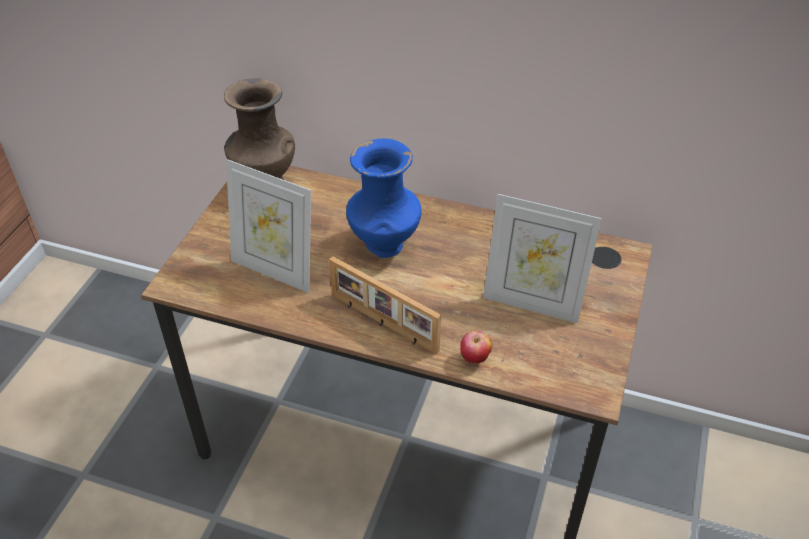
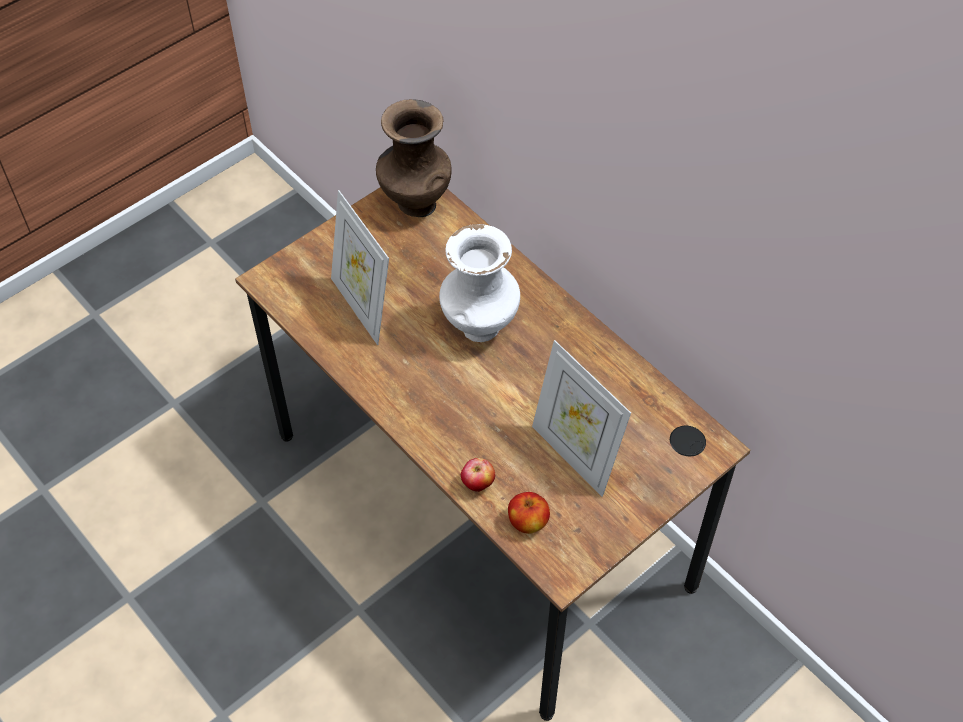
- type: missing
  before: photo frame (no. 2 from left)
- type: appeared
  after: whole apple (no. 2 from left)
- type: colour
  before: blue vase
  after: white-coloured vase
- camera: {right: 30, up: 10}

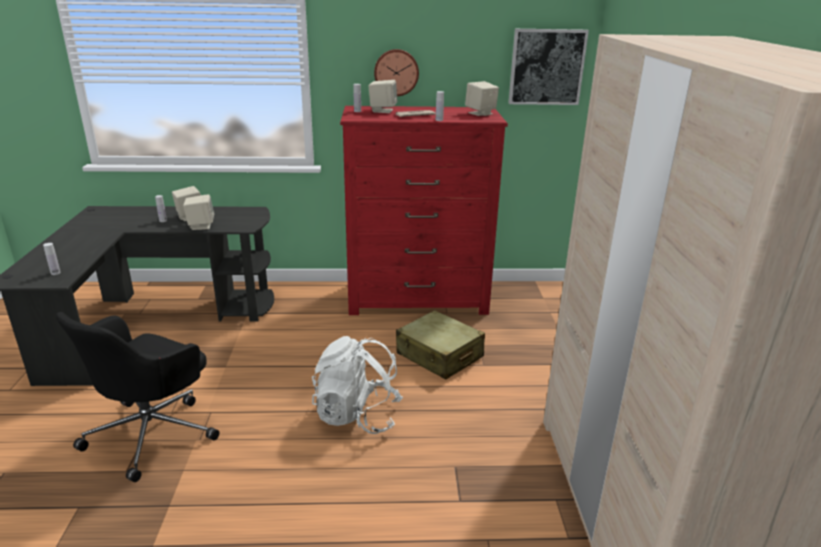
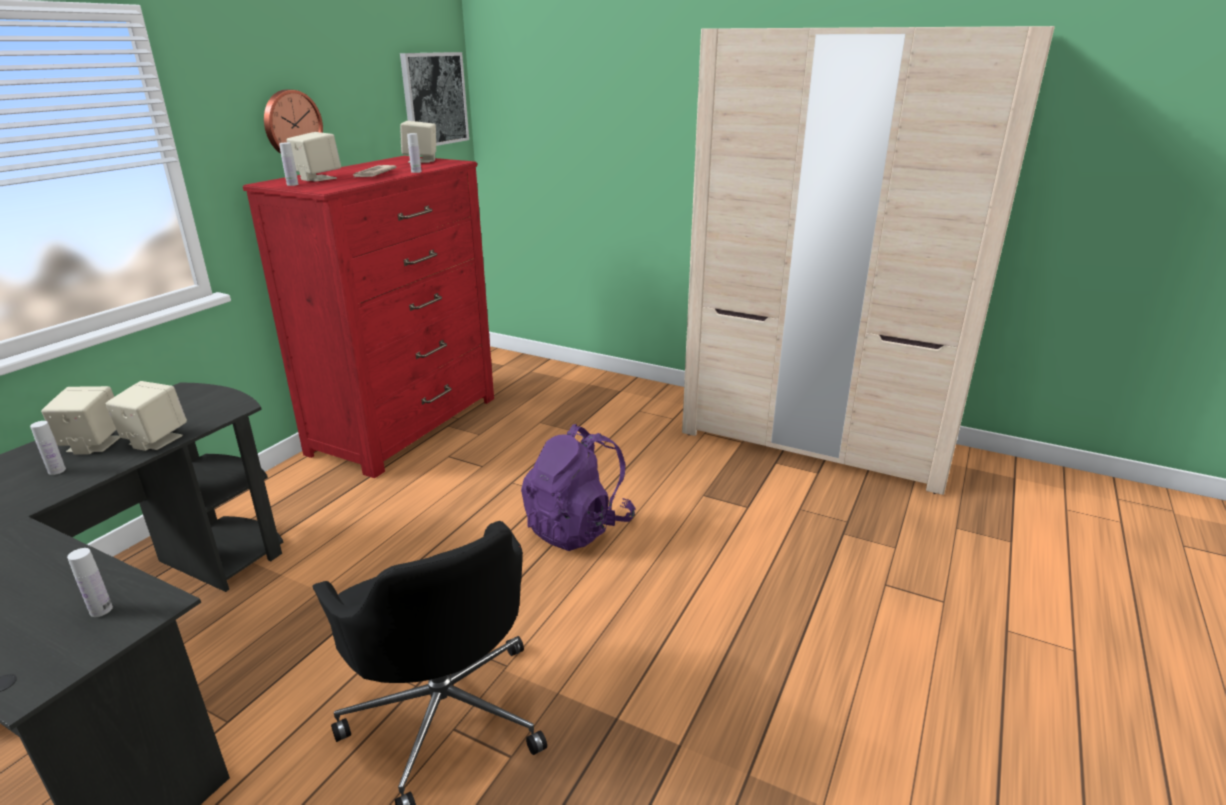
- type: missing
  before: sand-coloured piece of luggage
- type: colour
  before: white-coloured knapsack
  after: purplish knapsack
- camera: {right: -60, up: 0}

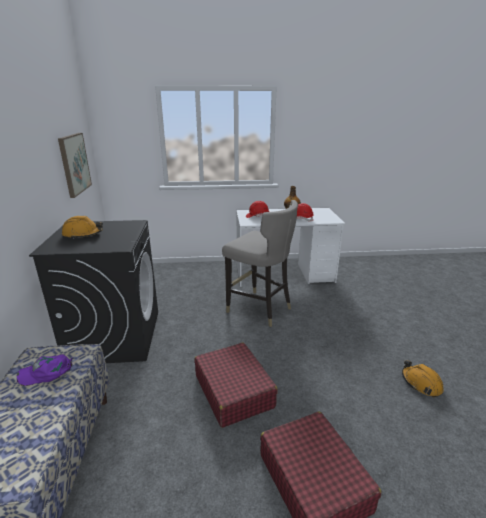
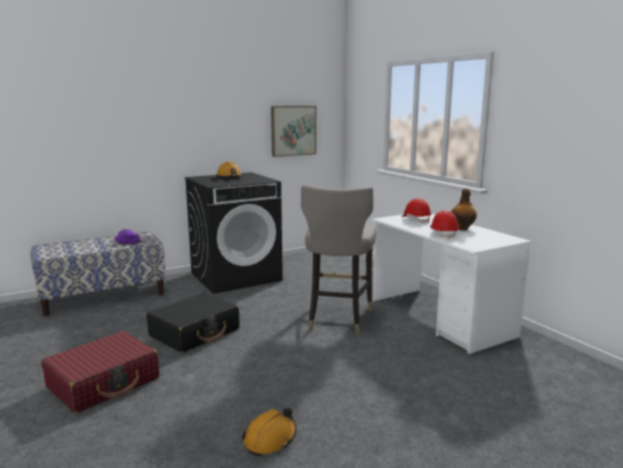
- type: colour
  before: red-coloured piece of luggage (no. 1 from left)
  after: black piece of luggage
- camera: {right: 65, up: -10}

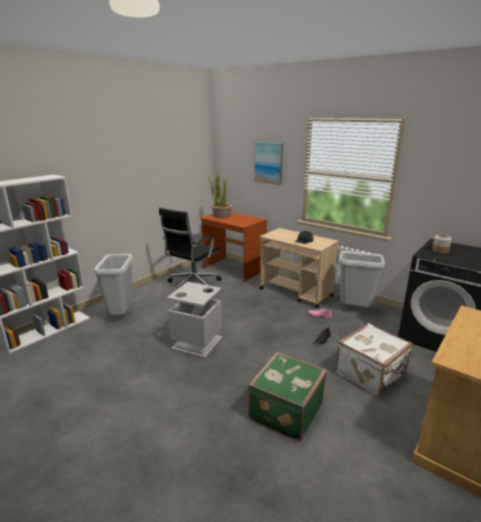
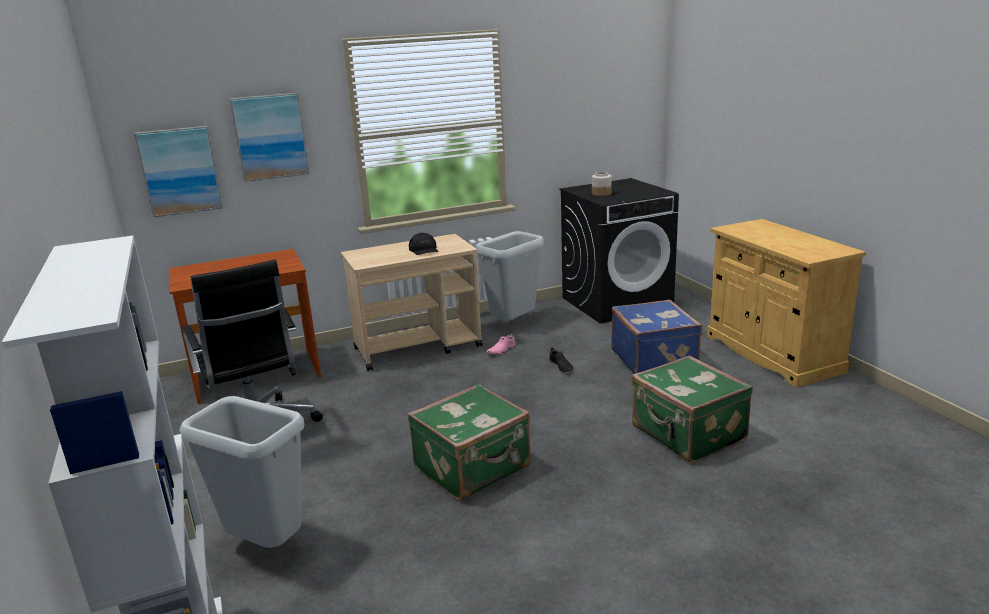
- type: missing
  before: plant in a pot
- type: appeared
  after: wall art (no. 1 from left)
- type: exchanged
  before: greyish waste bin (no. 2 from left)
  after: green piece of luggage (no. 1 from left)
- type: colour
  before: white-coloured piece of luggage
  after: blue piece of luggage
- camera: {right: -60, up: 0}

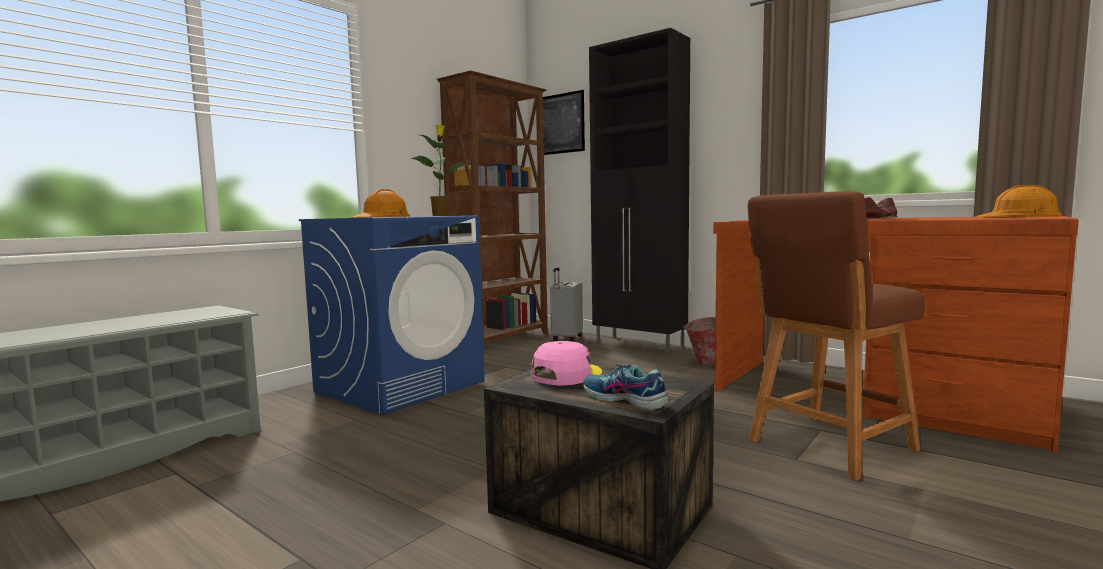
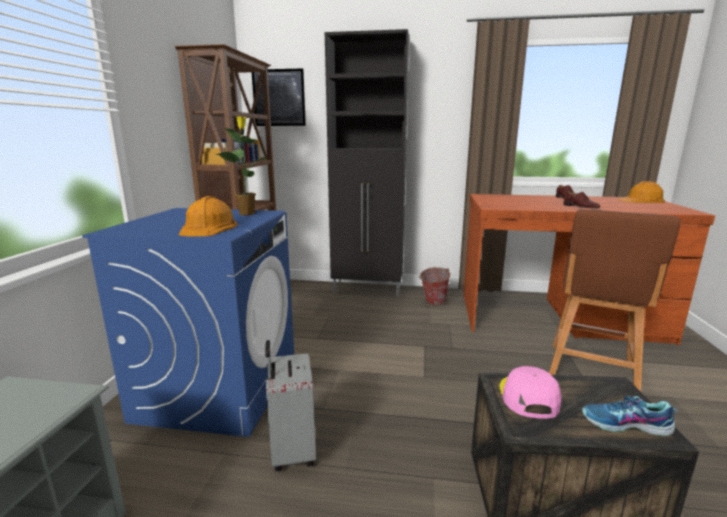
- type: relocated
  before: greyish piece of luggage
- camera: {right: -30, up: 10}

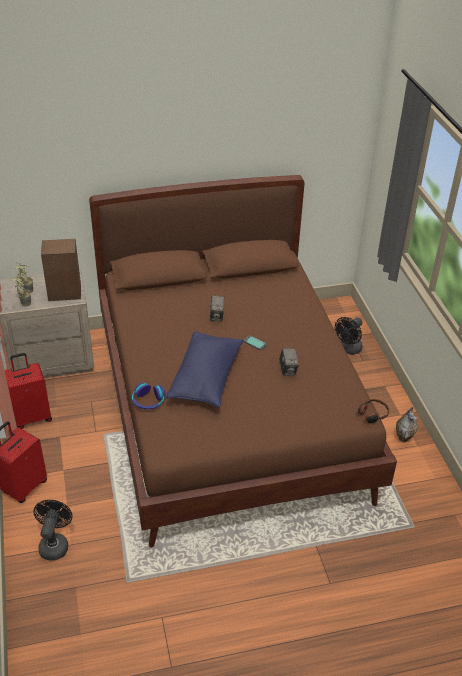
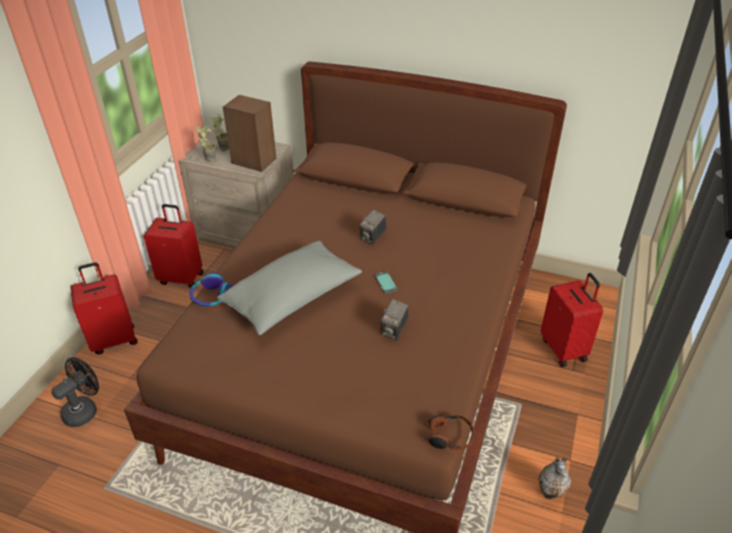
- type: exchanged
  before: black cooling fan (no. 2 from left)
  after: red-coloured piece of luggage (no. 3 from left)
- type: colour
  before: blue cushion
  after: greyish cushion
- camera: {right: 35, up: 0}

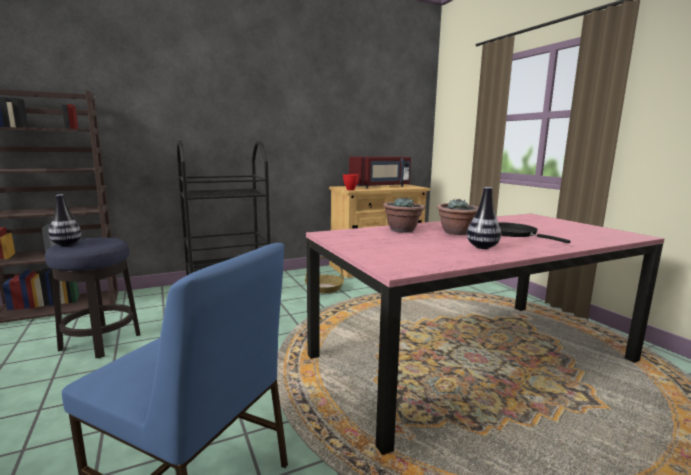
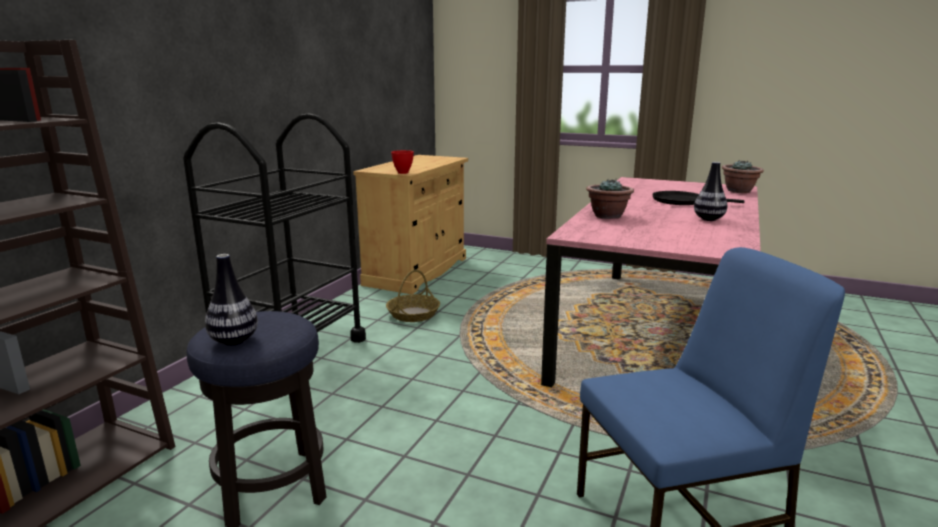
- type: missing
  before: red-coloured kitchen microwave
- type: relocated
  before: plant in a pot (no. 2 from left)
- camera: {right: -40, up: 5}

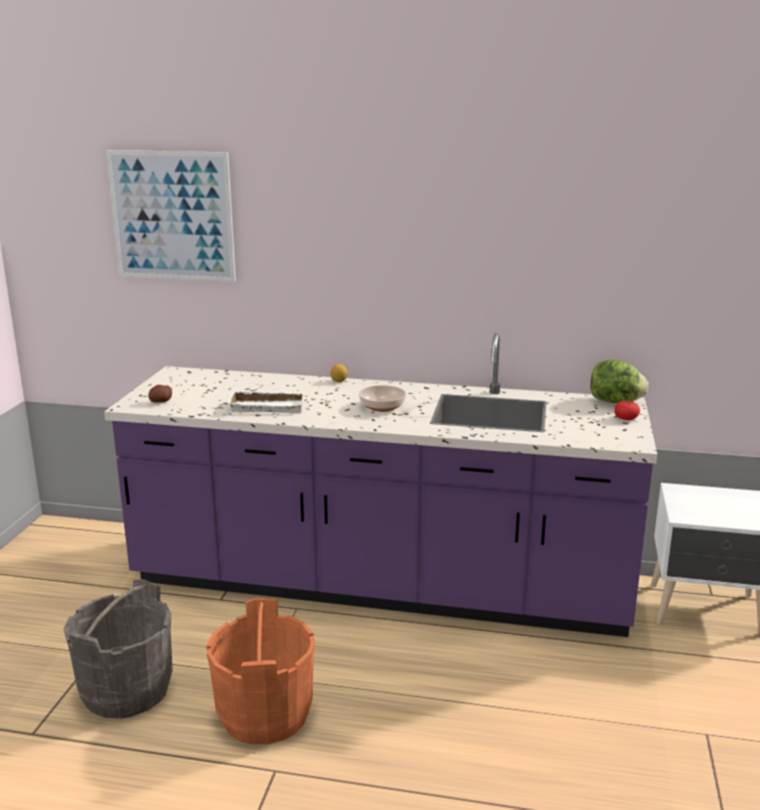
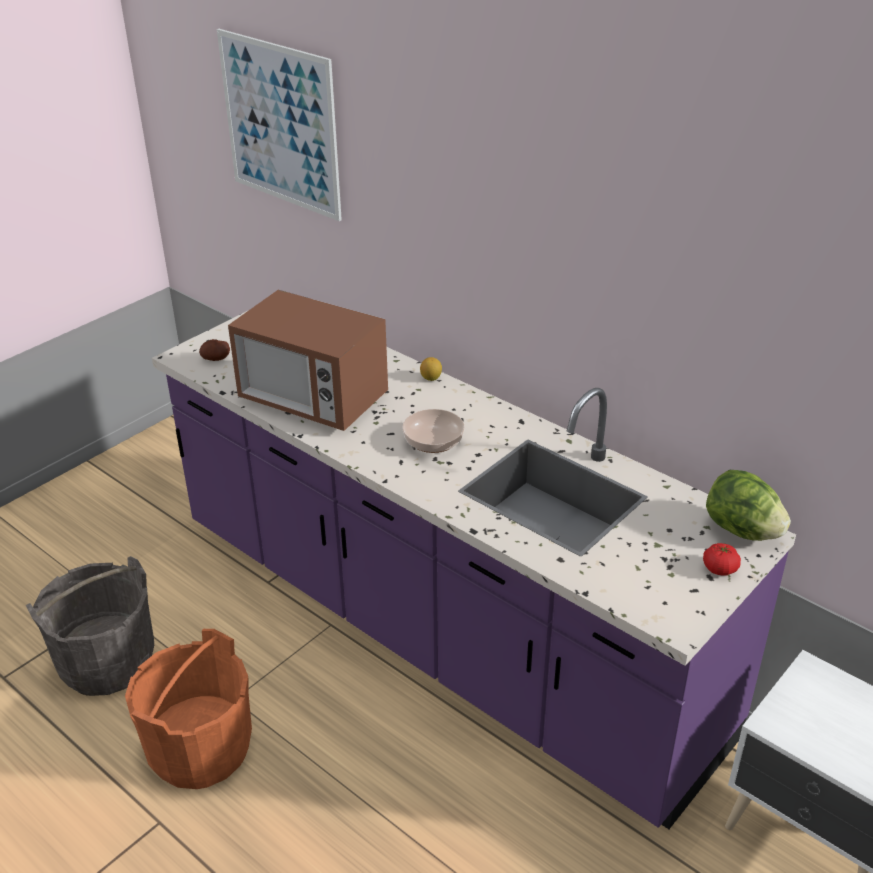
- type: exchanged
  before: white-coloured carrying tray
  after: kitchen microwave
- camera: {right: 30, up: 15}

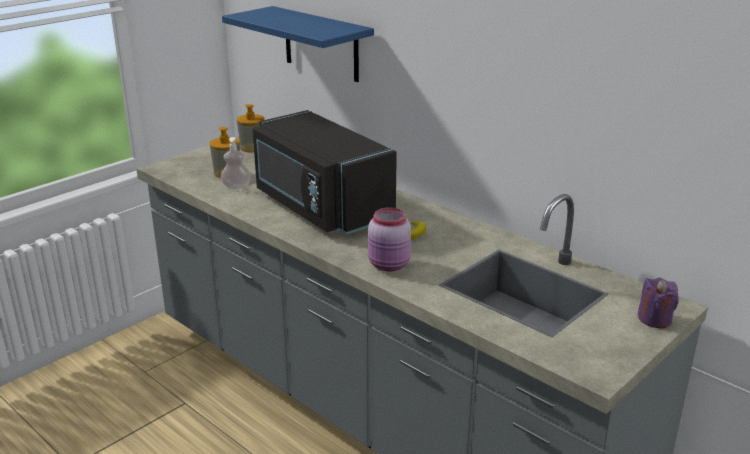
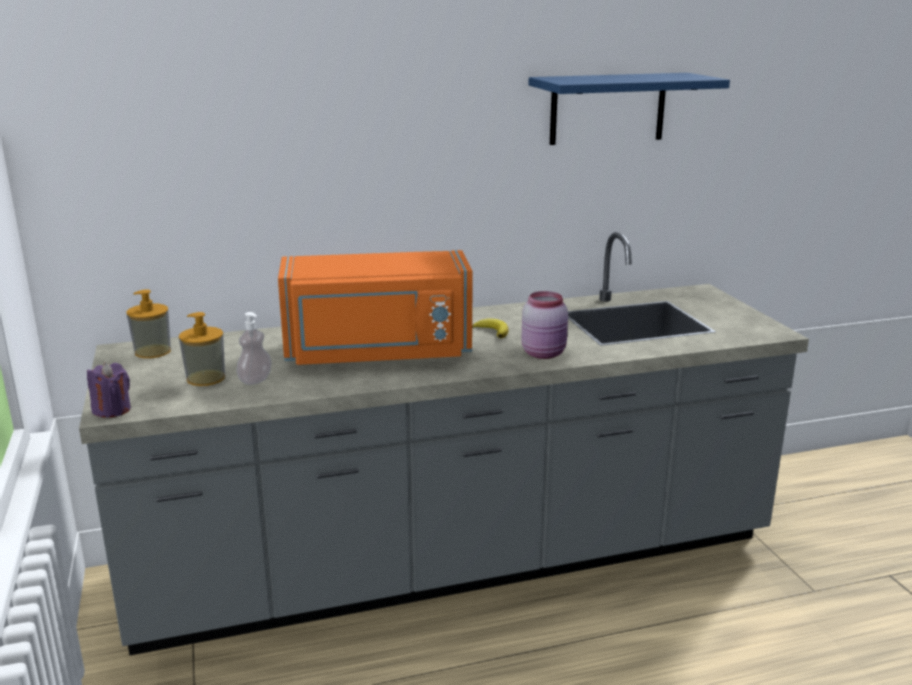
- type: relocated
  before: blue bracket shelf
- type: relocated
  before: purplish wax light
- type: colour
  before: black kitchen microwave
  after: orange kitchen microwave
- camera: {right: -60, up: -5}

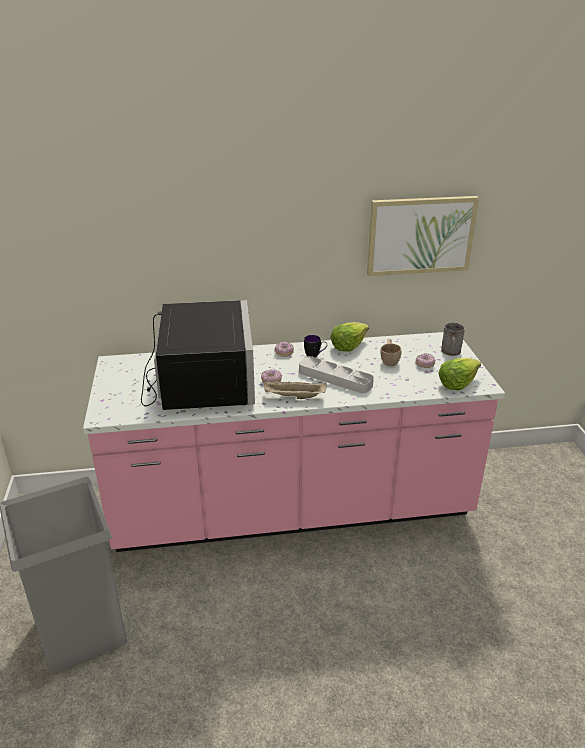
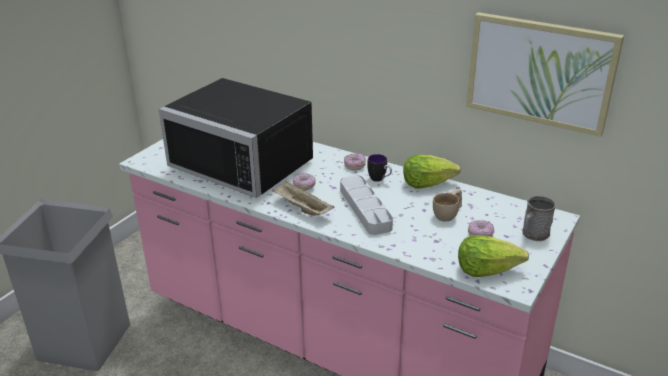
- type: spun
  before: black kitchen microwave
  turn: 90
- camera: {right: 40, up: 0}

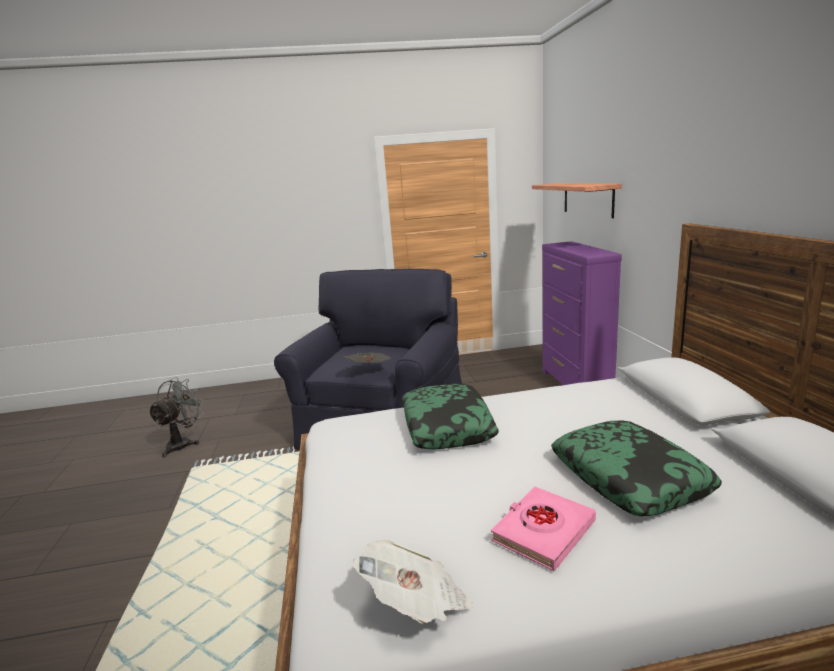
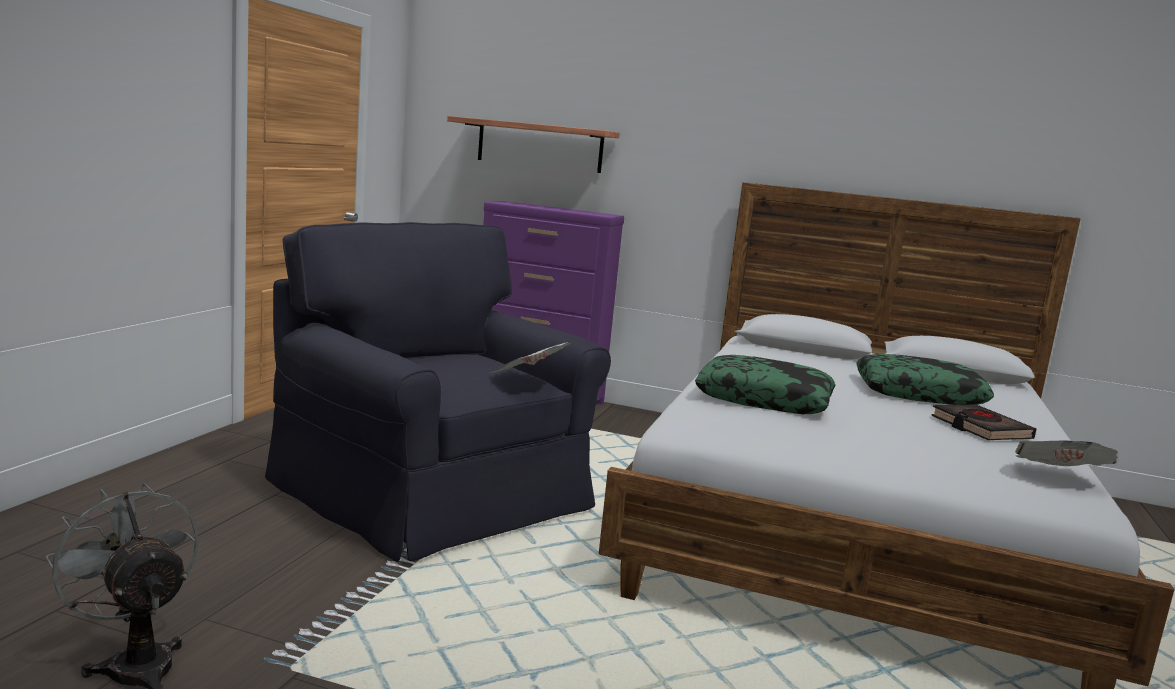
- type: colour
  before: pink-coloured book
  after: black book
- camera: {right: -65, up: -5}

